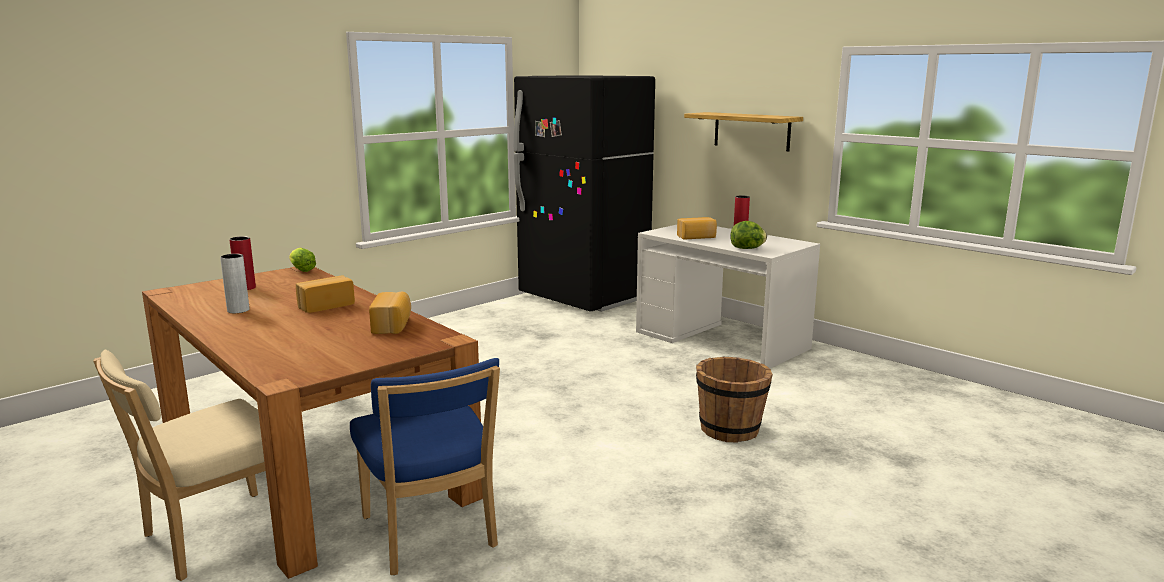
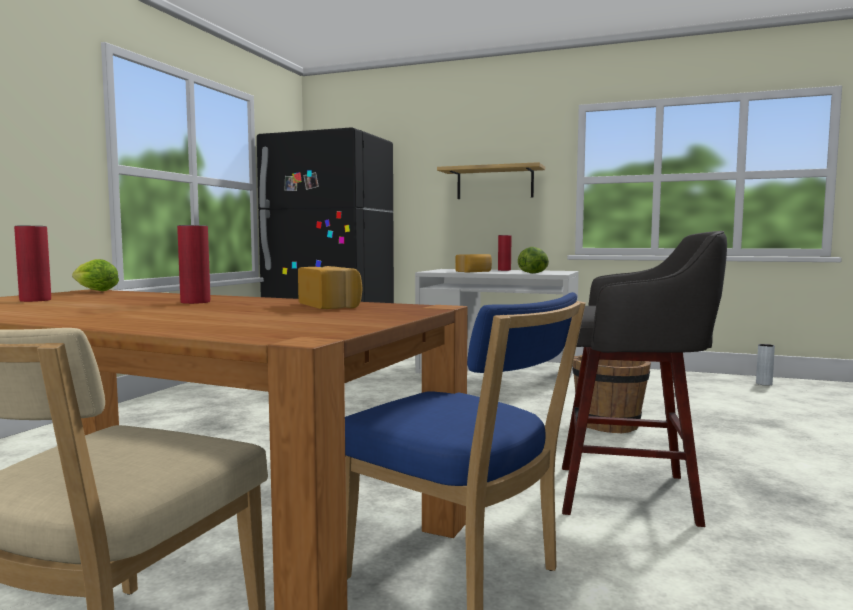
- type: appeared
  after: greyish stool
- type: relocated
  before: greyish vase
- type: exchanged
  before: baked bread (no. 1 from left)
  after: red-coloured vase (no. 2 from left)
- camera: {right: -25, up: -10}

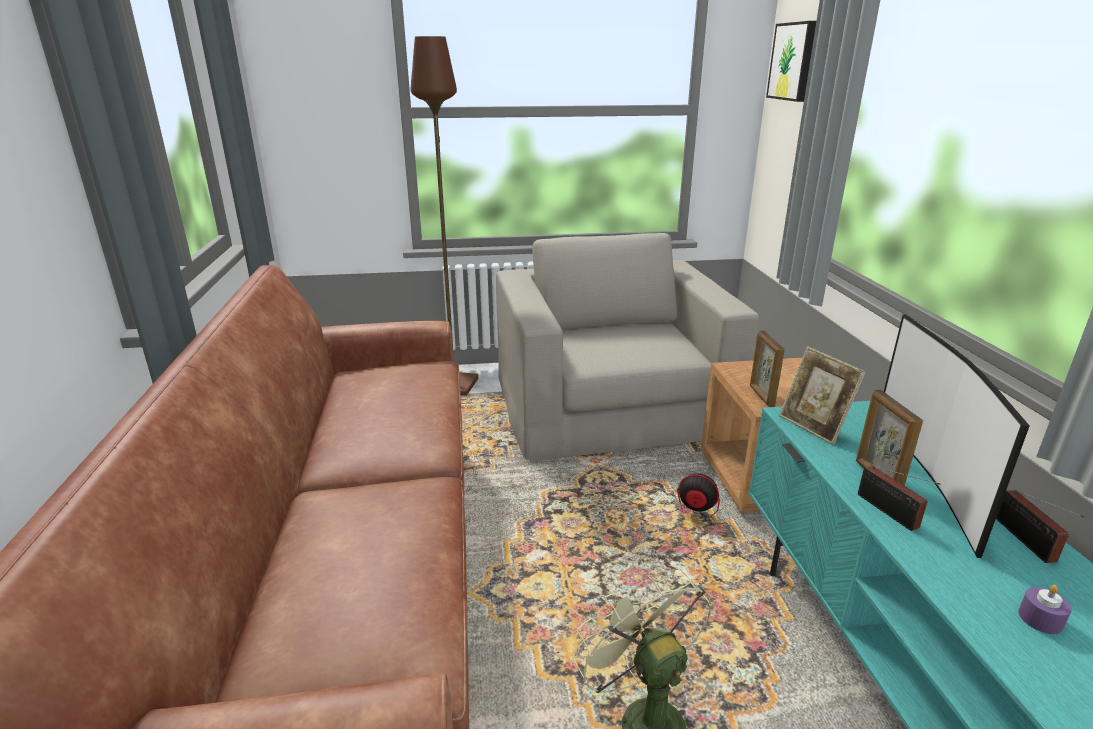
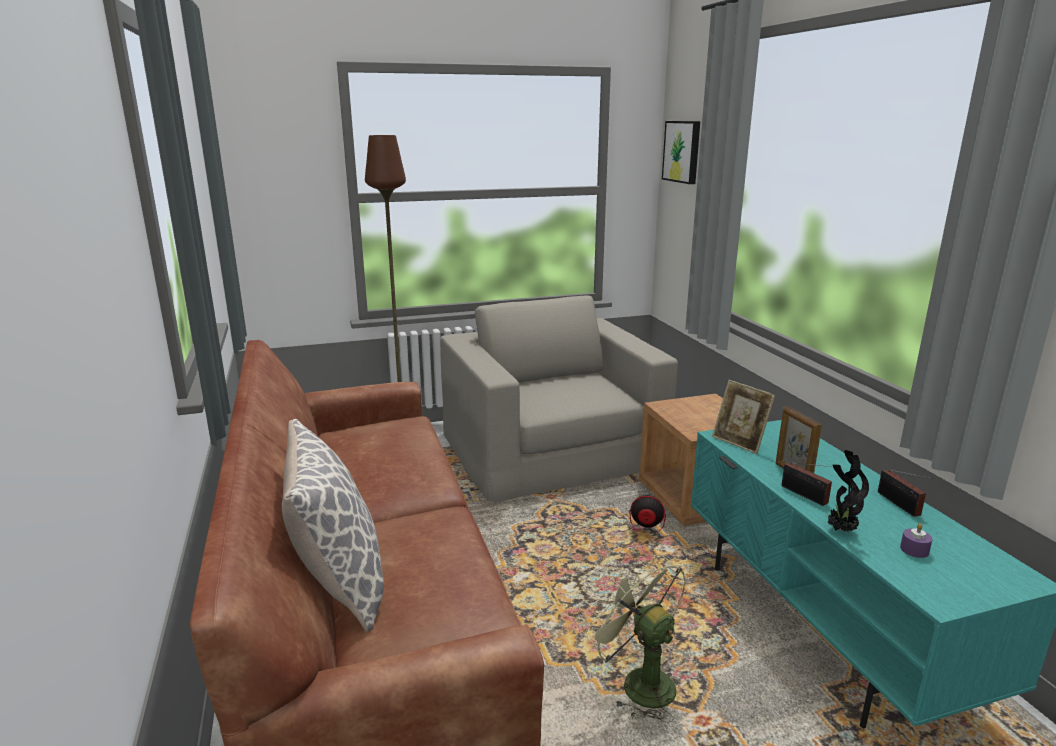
- type: missing
  before: photo frame (no. 1 from left)
- type: missing
  before: TV set
- type: appeared
  after: cushion
- type: appeared
  after: plant in a pot
- camera: {right: -10, up: -5}

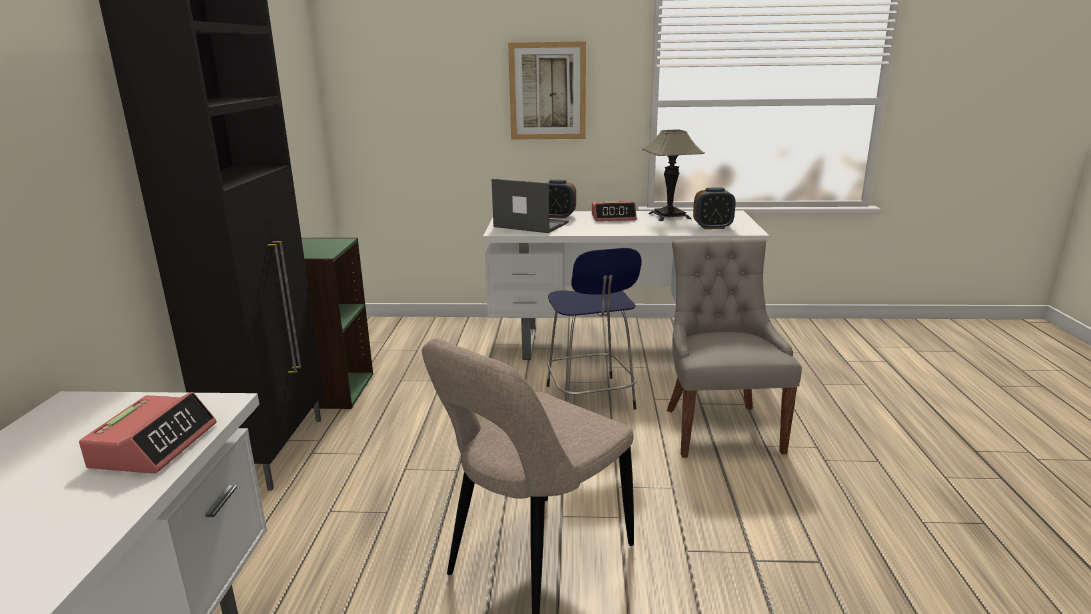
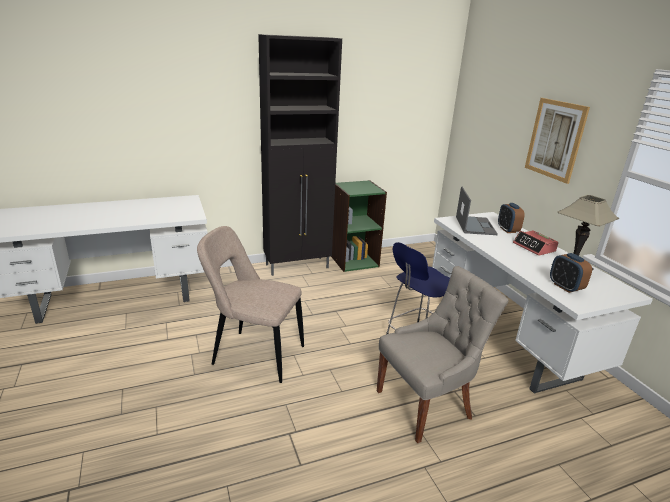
- type: missing
  before: table clock (no. 1 from left)
- camera: {right: 65, up: 5}

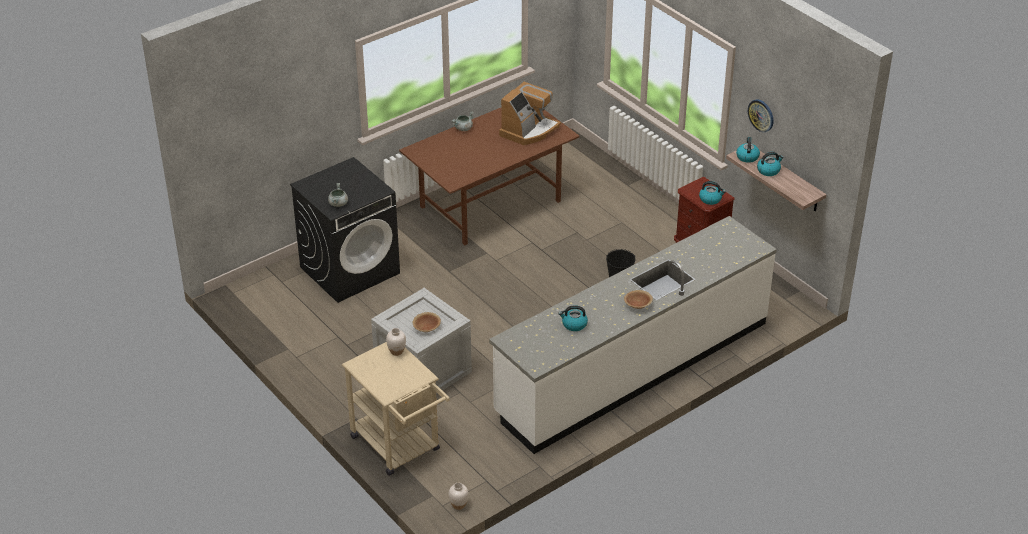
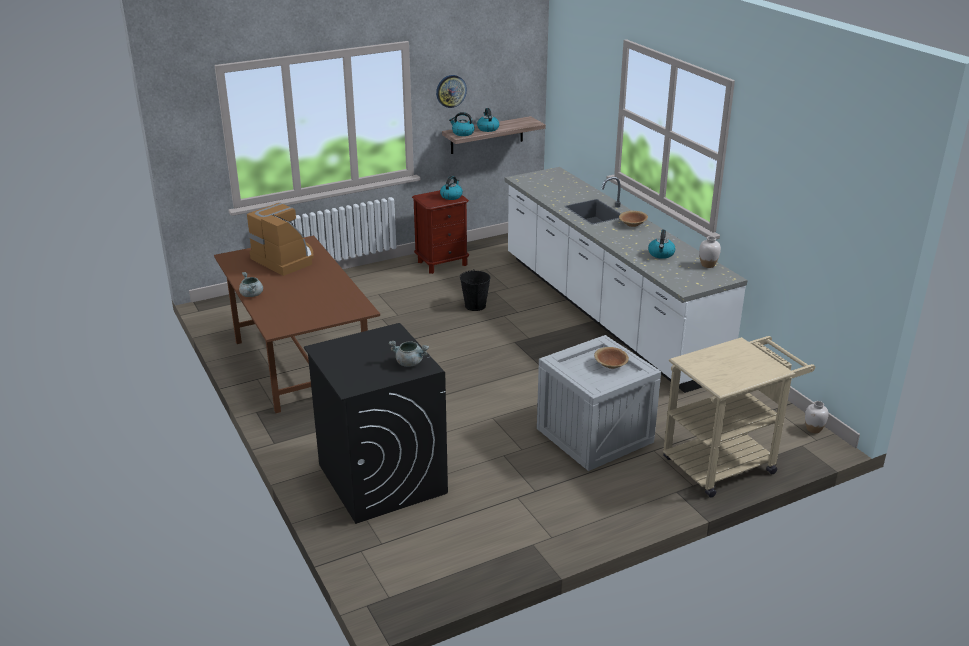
- type: relocated
  before: white-coloured vase (no. 1 from left)
- camera: {right: -80, up: -10}

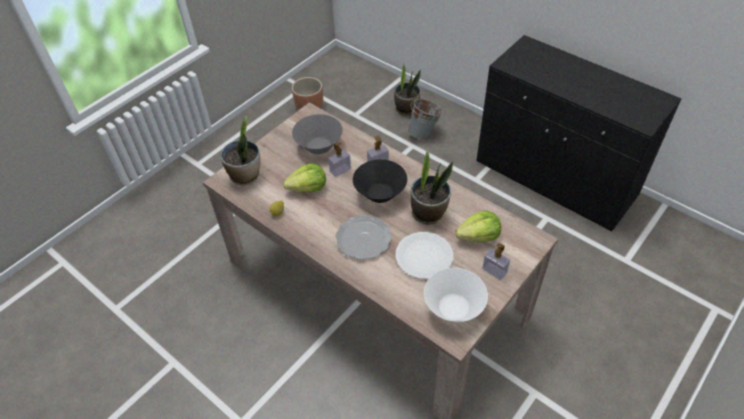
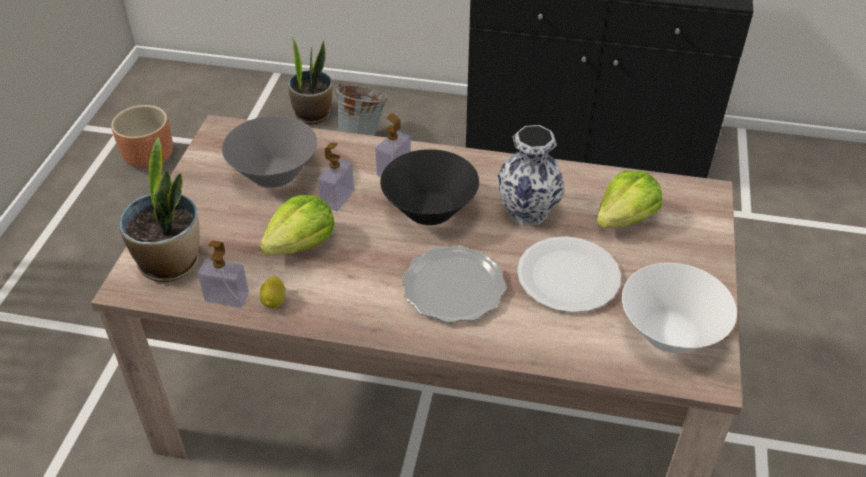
- type: relocated
  before: soap bottle (no. 3 from left in the first image)
  after: soap bottle (no. 1 from left)
- type: exchanged
  before: plant in a pot (no. 3 from left)
  after: vase
- camera: {right: -30, up: -5}

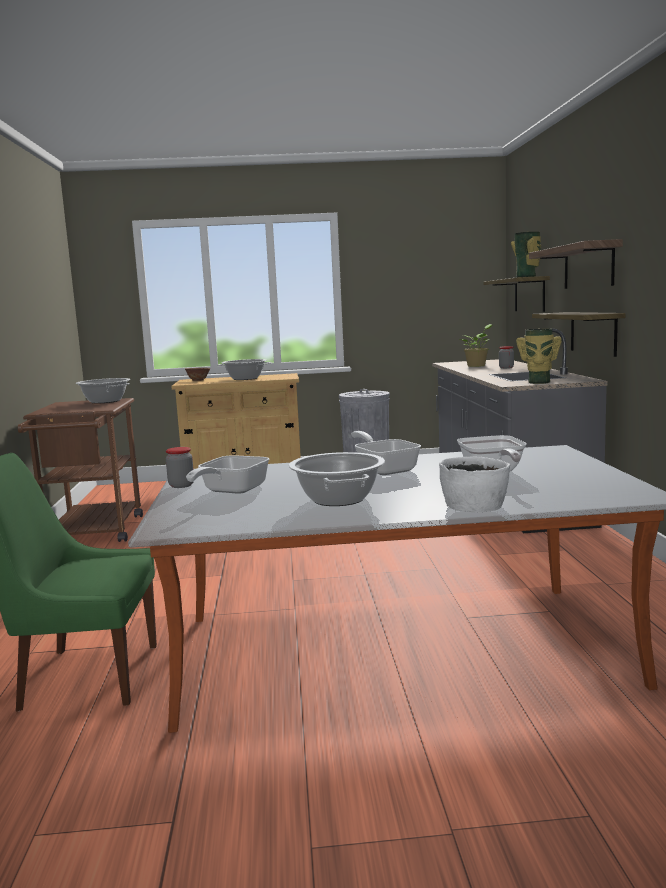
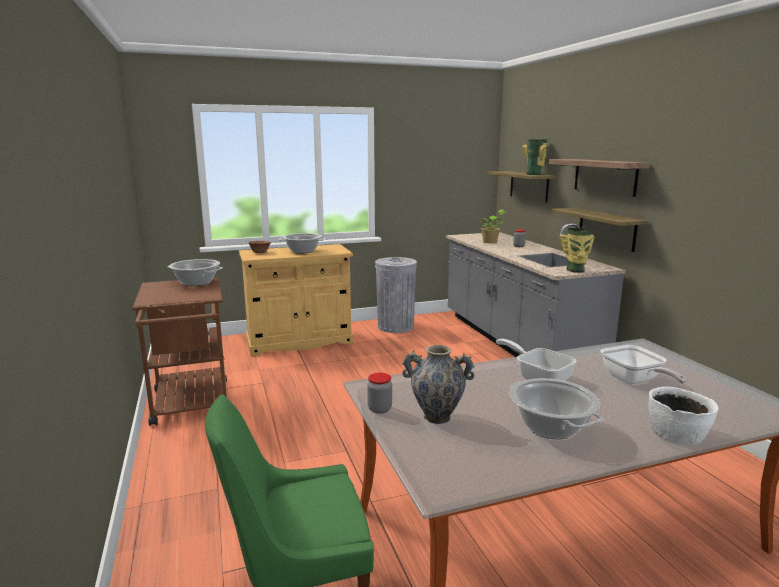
- type: exchanged
  before: skillet (no. 1 from left)
  after: vase (no. 1 from left)
- camera: {right: -15, up: 5}

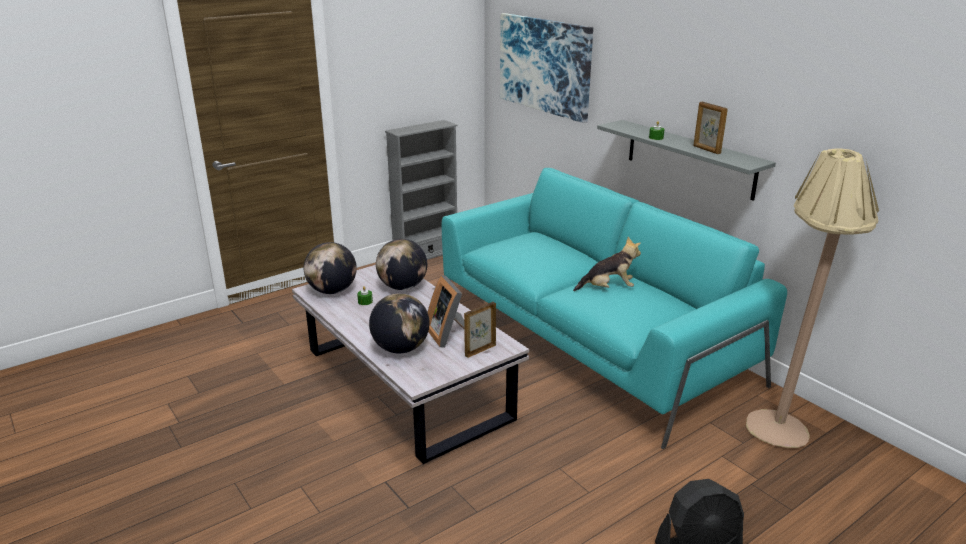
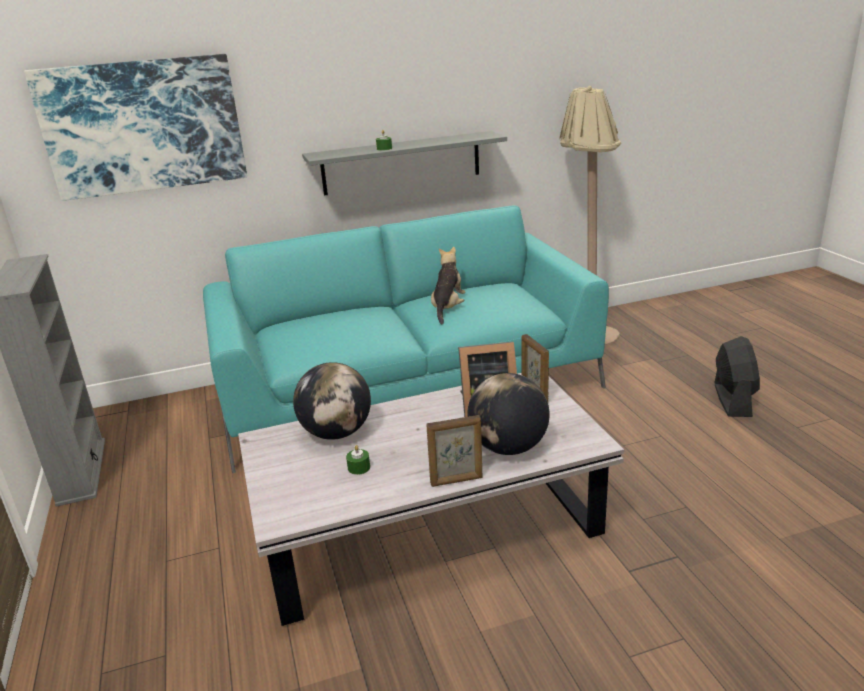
- type: missing
  before: globe (no. 1 from left)
- type: relocated
  before: photo frame (no. 3 from left in the first image)
  after: photo frame (no. 1 from left)
- camera: {right: -70, up: 0}

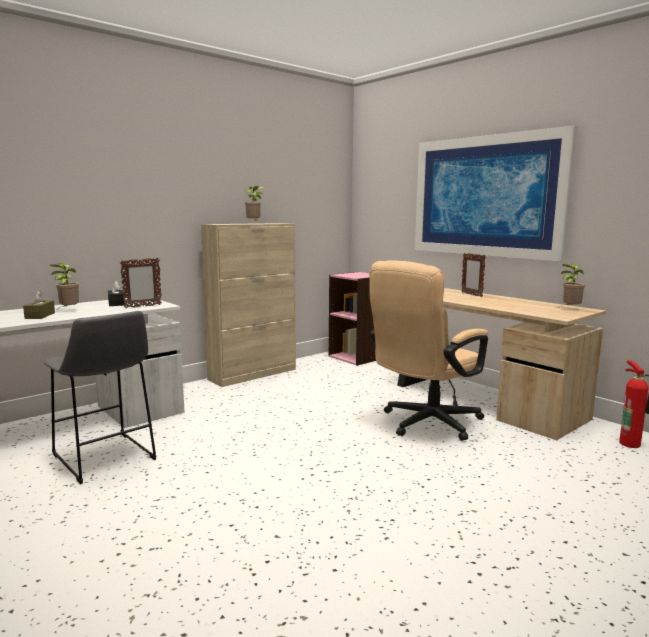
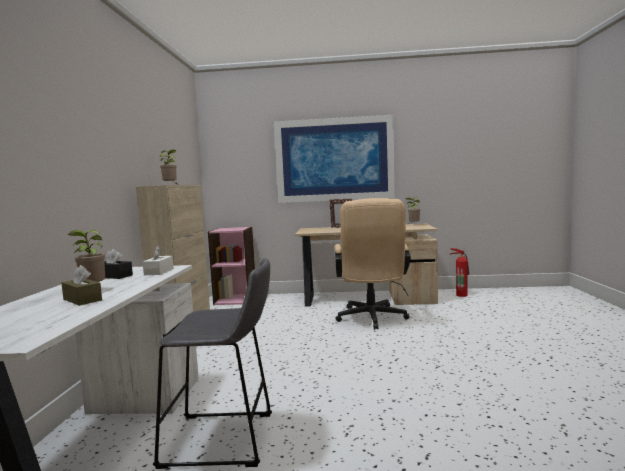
- type: exchanged
  before: photo frame (no. 1 from left)
  after: white-coloured tissue box
- camera: {right: -45, up: -5}

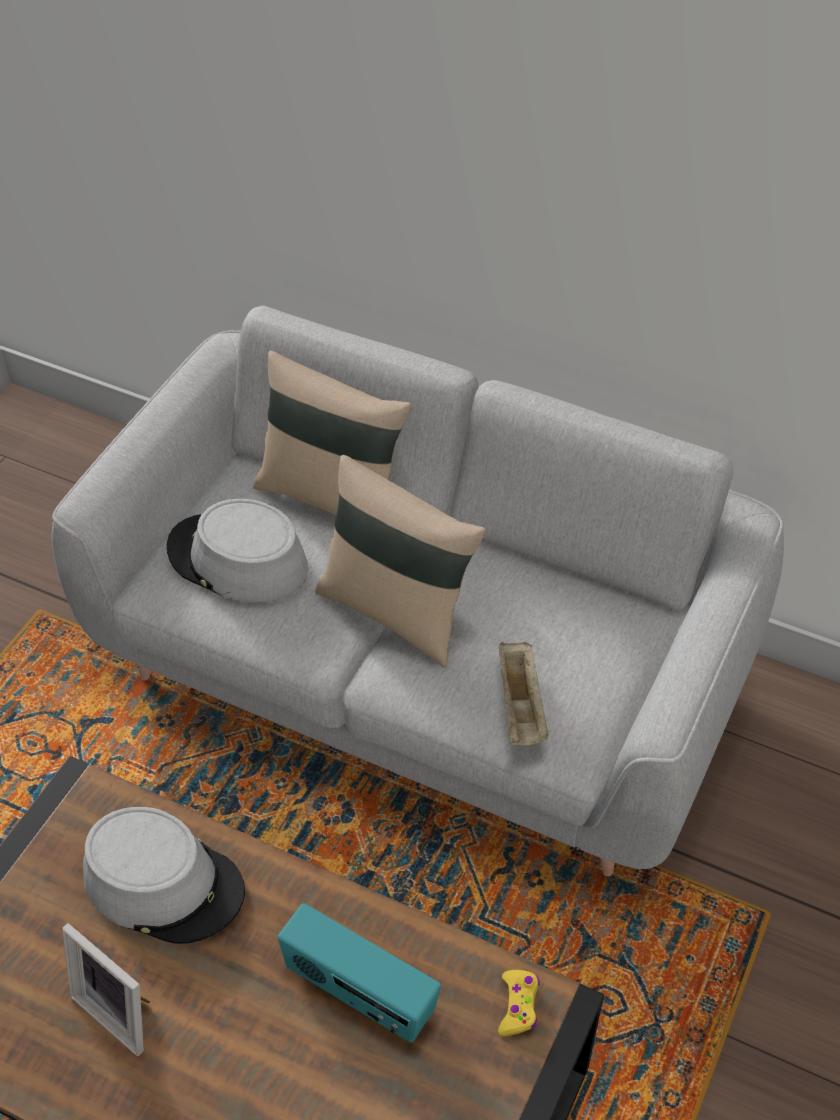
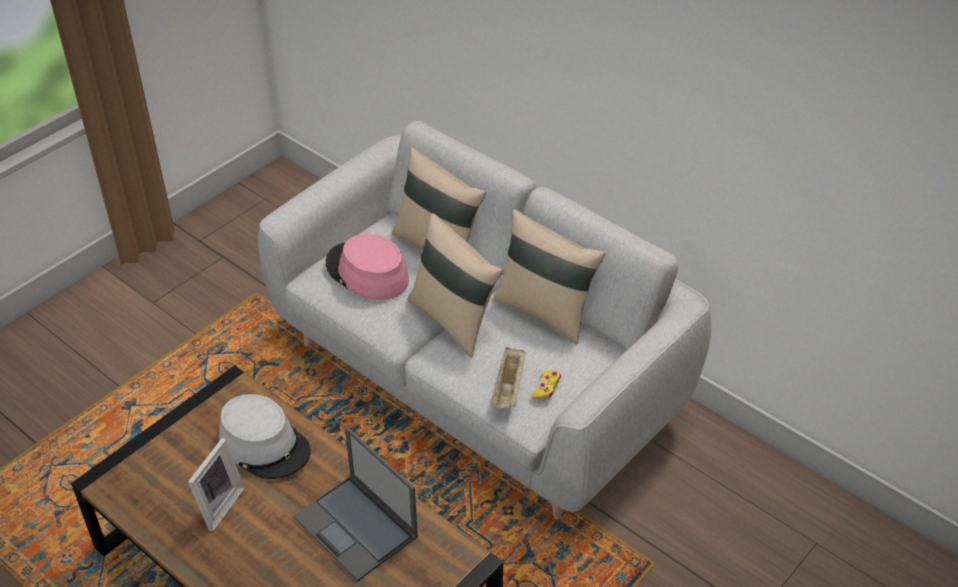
- type: appeared
  after: sand-coloured cushion (no. 3 from left)
- type: relocated
  before: yellow game controller
- type: exchanged
  before: radio
  after: laptop
- type: colour
  before: greyish clothing hat (no. 2 from left)
  after: pink-coloured clothing hat
- type: spun
  before: photo frame
  turn: -120
- camera: {right: 15, up: -5}

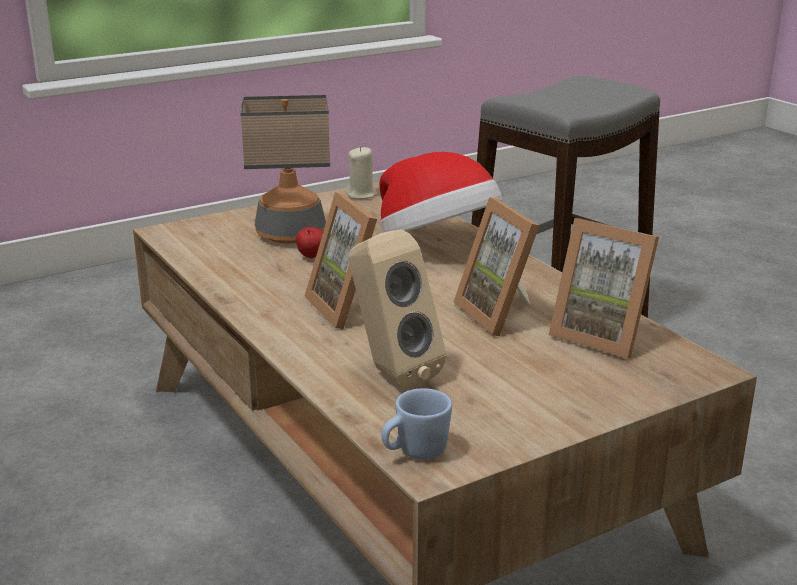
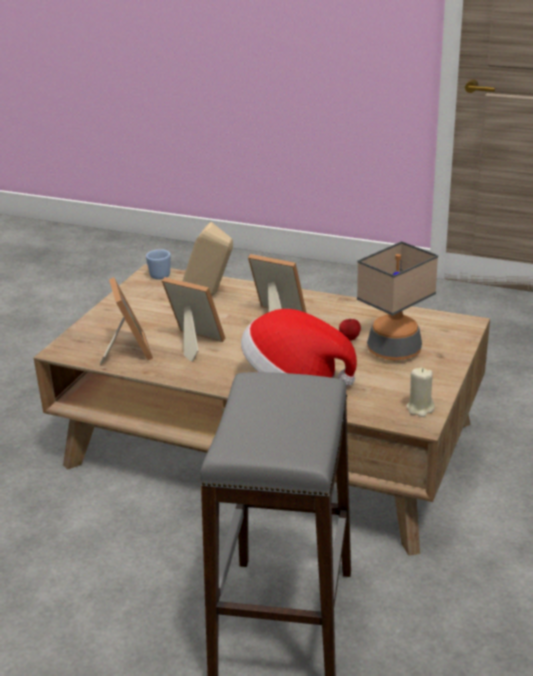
- type: spun
  before: photo frame (no. 3 from left in the first image)
  turn: 75
- camera: {right: 145, up: 5}

